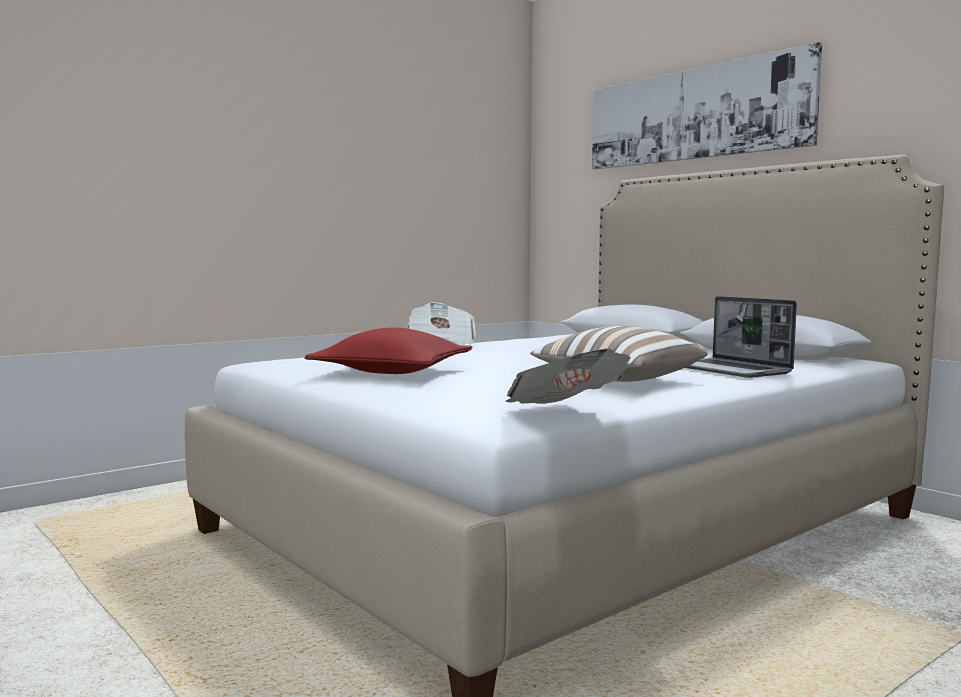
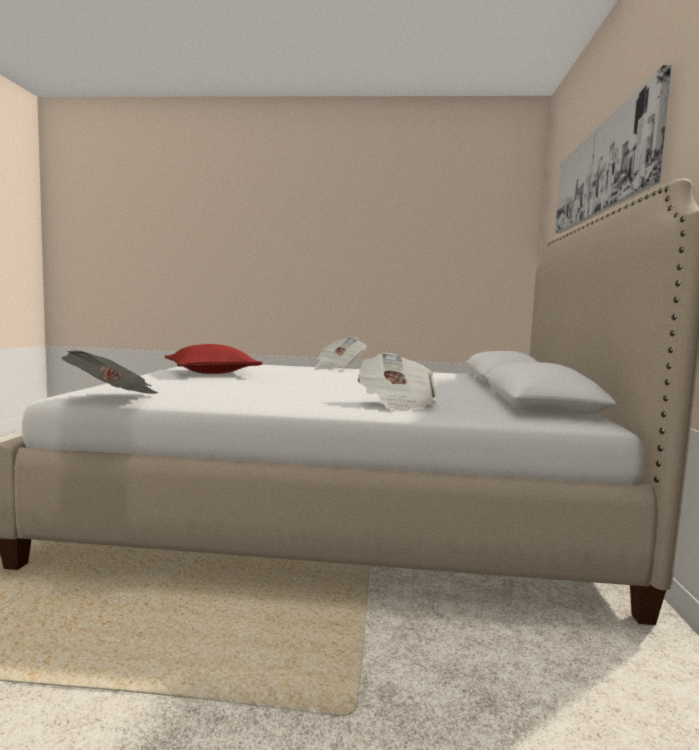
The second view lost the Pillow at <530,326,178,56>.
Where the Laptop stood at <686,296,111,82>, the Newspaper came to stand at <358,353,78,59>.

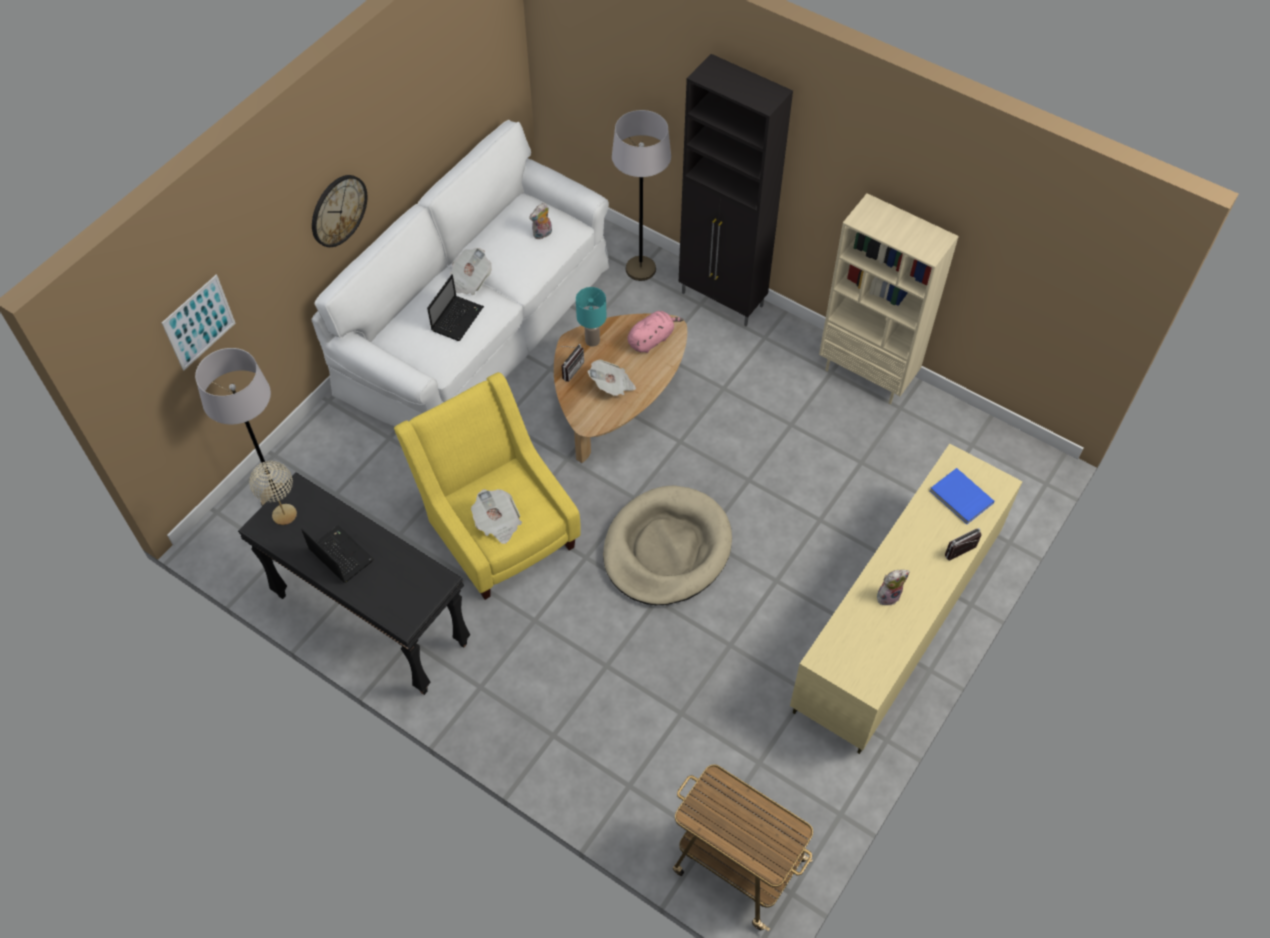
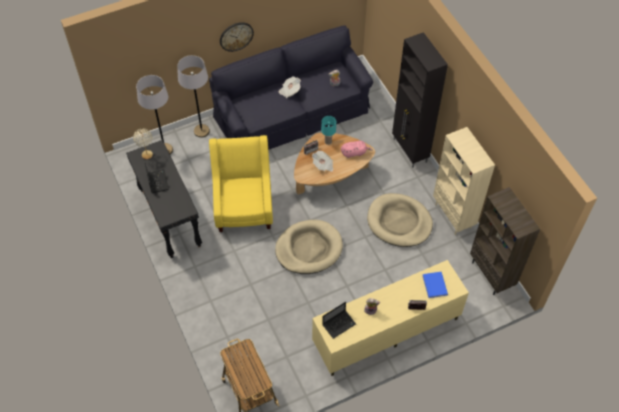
The second view lost the Picture at <162,275,73,95>.
The second view lost the Newspaper at <471,489,51,55>.
The second view gained the BeigeDogBed at <367,193,66,54>.
The second view gained the BrownBookcase at <470,187,70,108>.
The Laptop ended up elsewhere, having gone from <427,274,57,67> to <322,302,34,37>.
The GreyFloorLamp ended up elsewhere, having gone from <612,110,59,171> to <177,55,33,83>.
What was the WhiteSofa at <312,120,297,306> turned into the BlackSofa at <209,25,164,125>.

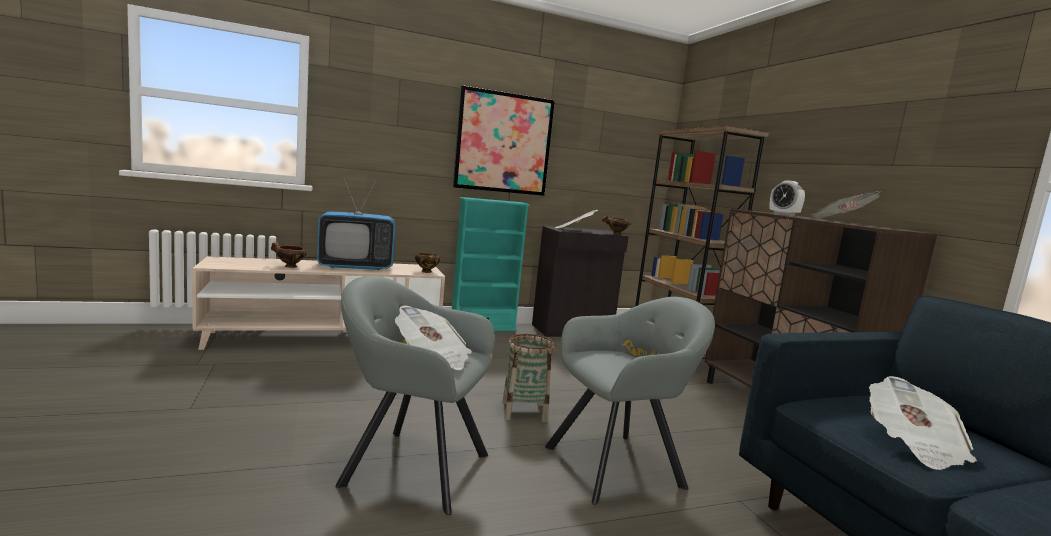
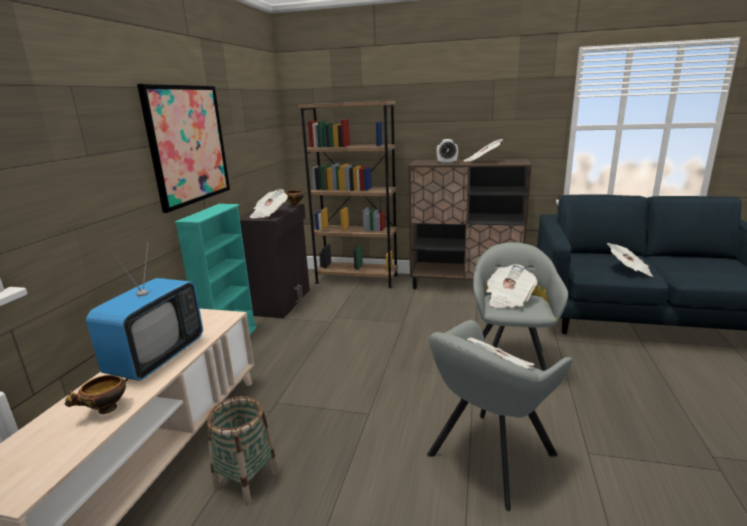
The second view lost the Bowl at <415,253,25,20>.
The second view gained the Newspaper at <487,264,50,44>.
The Basket ended up elsewhere, having gone from <502,334,53,88> to <207,396,71,109>.

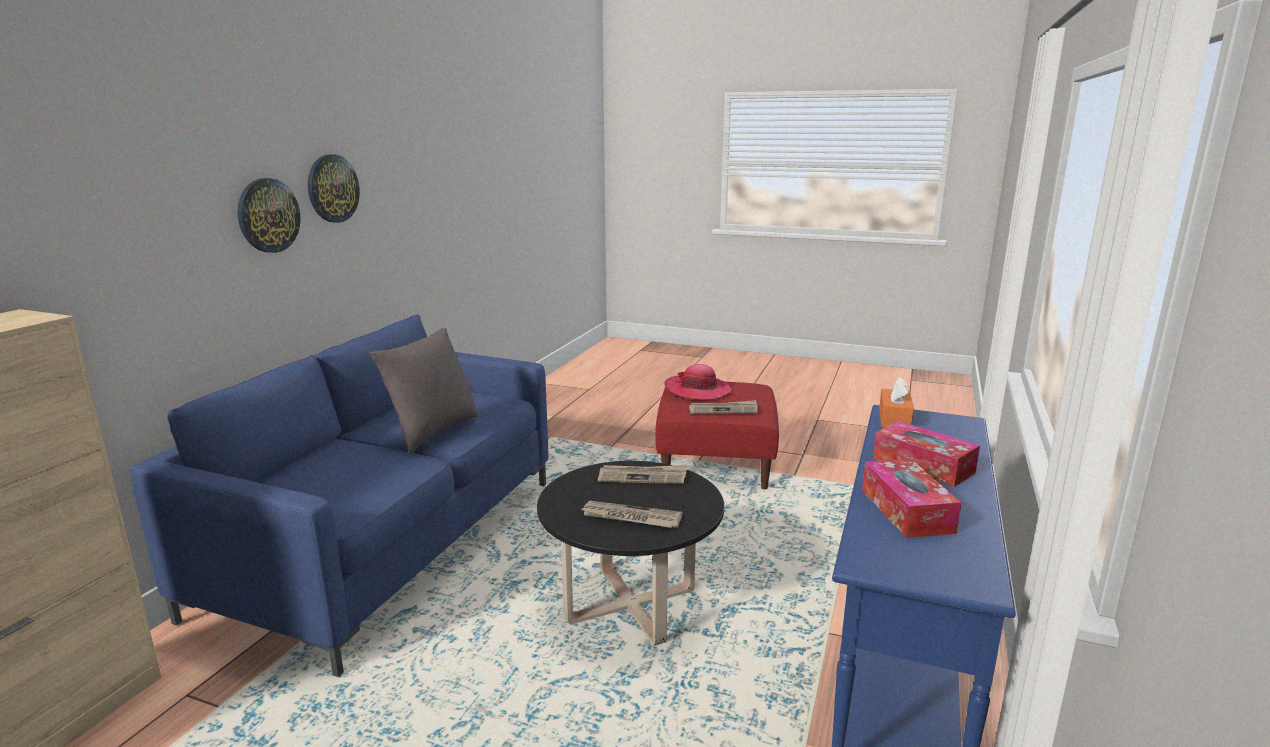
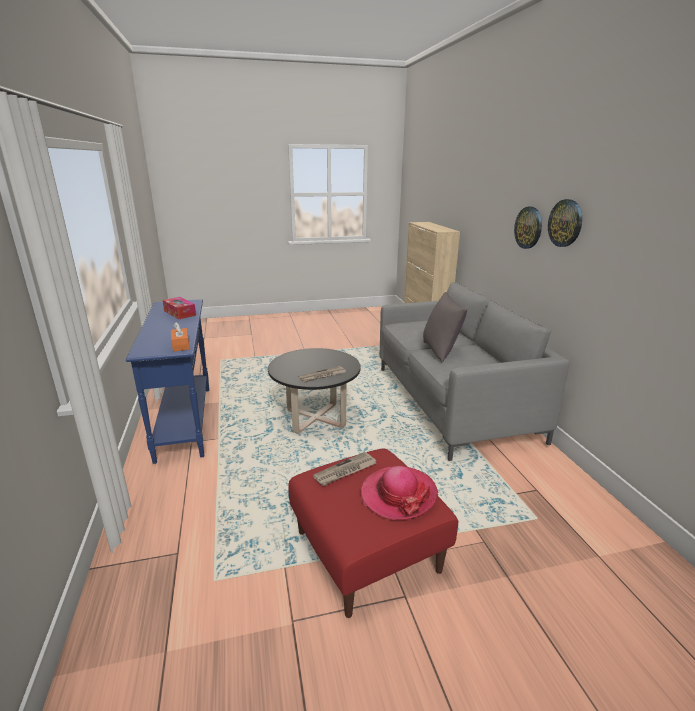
The second view lost the Newspaper at <581,501,101,27>.
The second view lost the TissueBox at <873,421,107,66>.
What was the BlueSofa at <130,315,418,362> turned into the GreySofa at <380,282,189,179>.

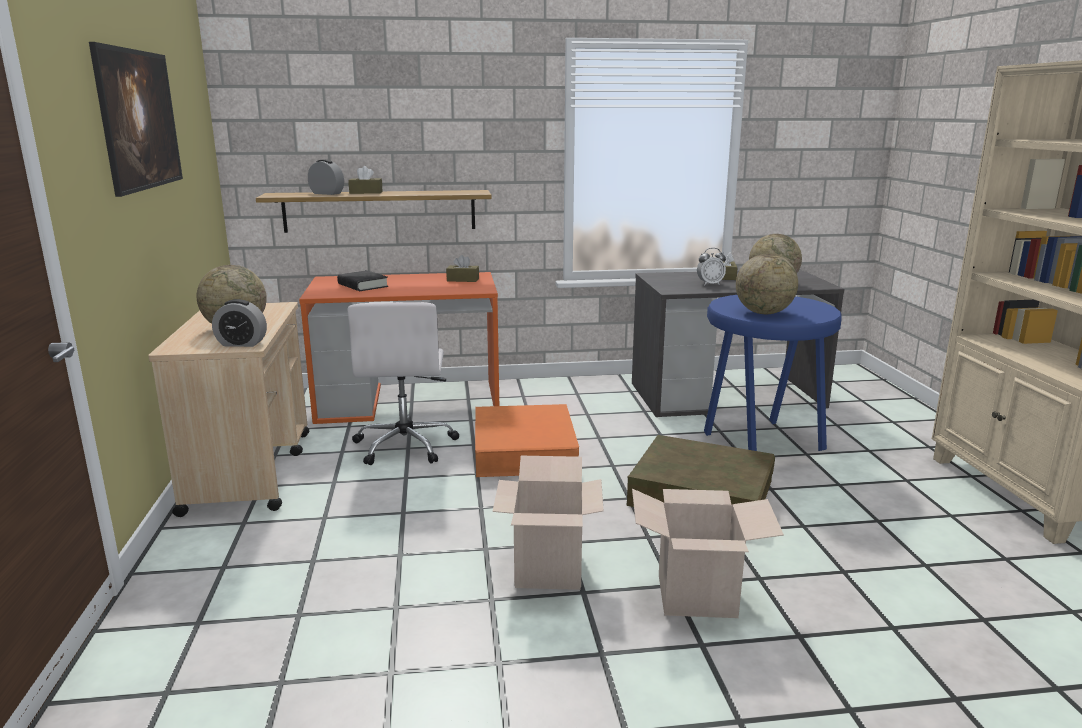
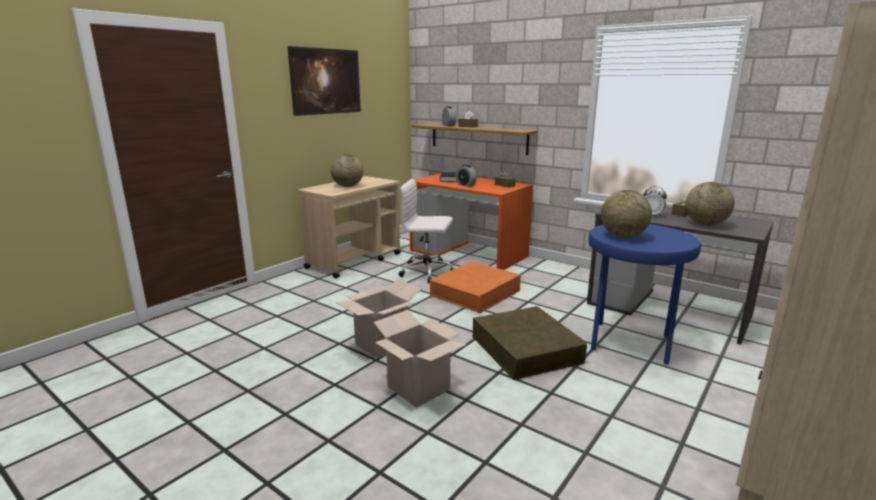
The AlarmClock ended up elsewhere, having gone from <212,299,55,48> to <456,165,21,22>.
The WhiteOfficeChair at <347,302,112,163> ended up facing another way, 60 degrees clockwise from before.

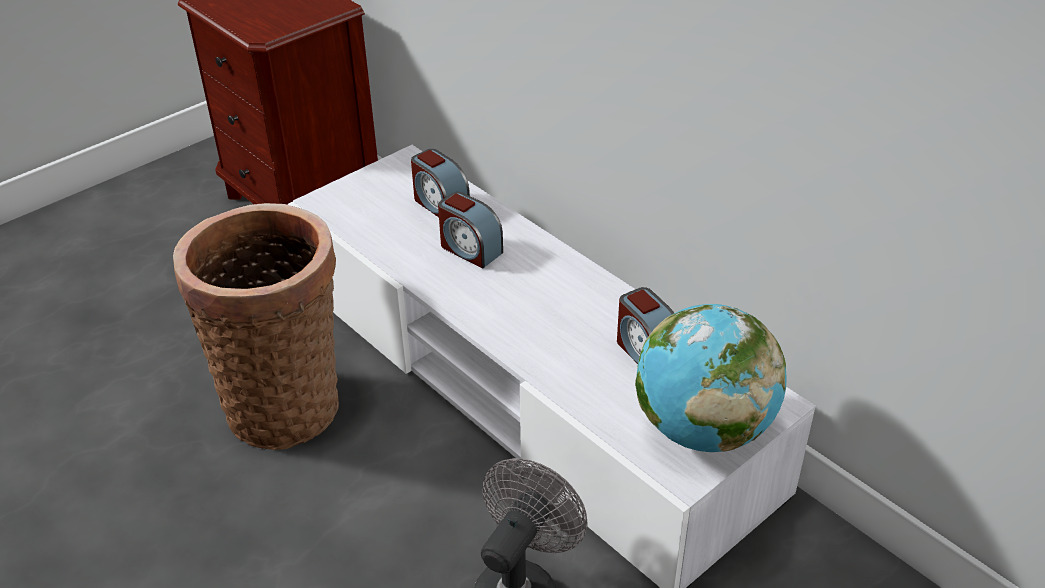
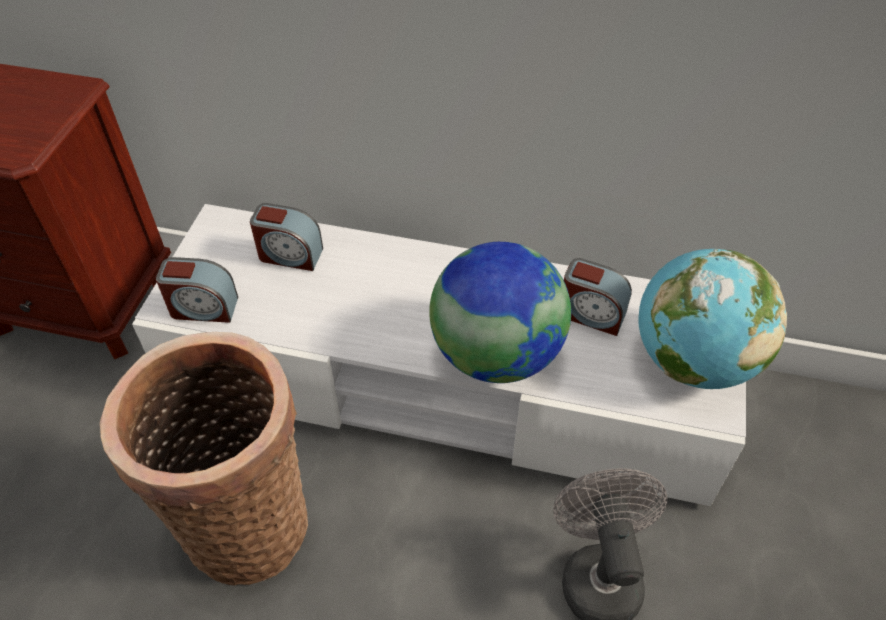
The second view gained the Globe at <429,242,142,141>.
The AlarmClock ended up elsewhere, having gone from <438,192,65,77> to <156,257,82,66>.

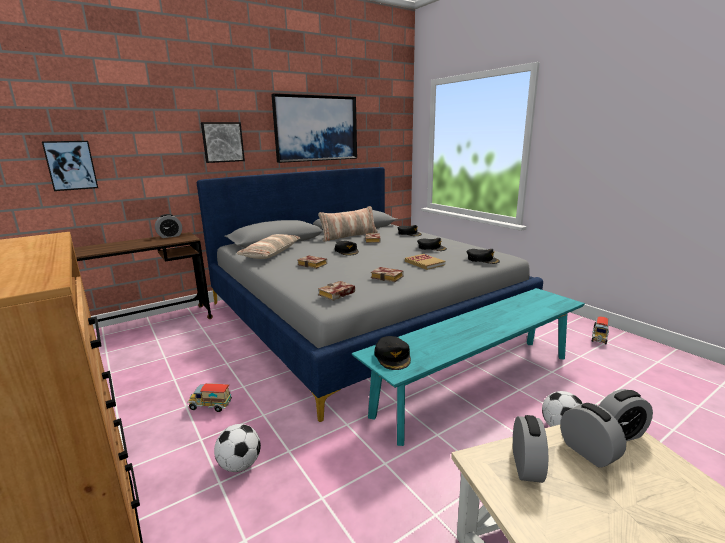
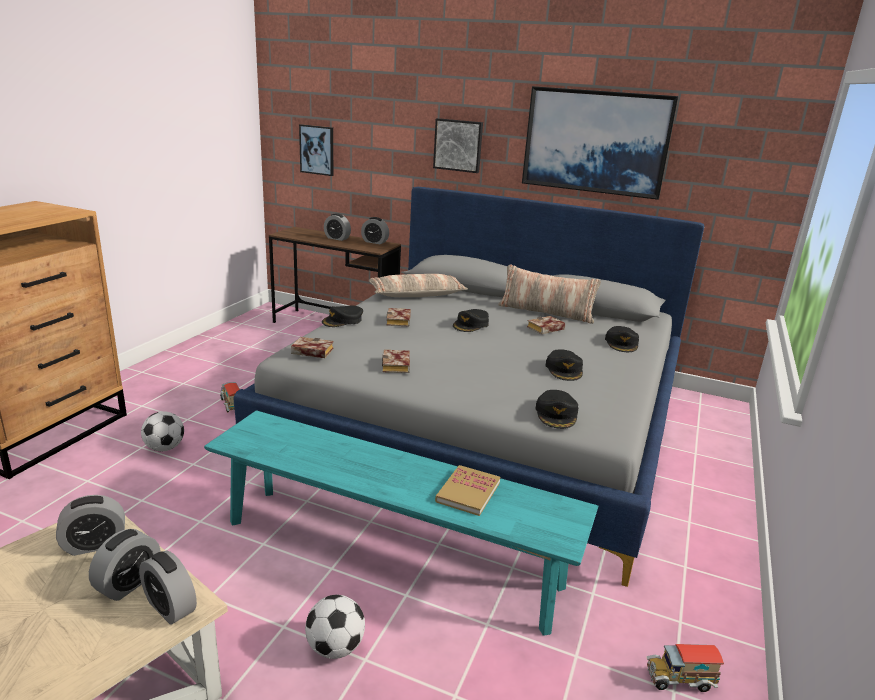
The second view gained the AlarmClock at <324,213,27,28>.
The BlackCap ended up elsewhere, having gone from <374,336,37,34> to <322,305,41,22>.
The Book ended up elsewhere, having gone from <405,254,40,16> to <435,465,65,51>.

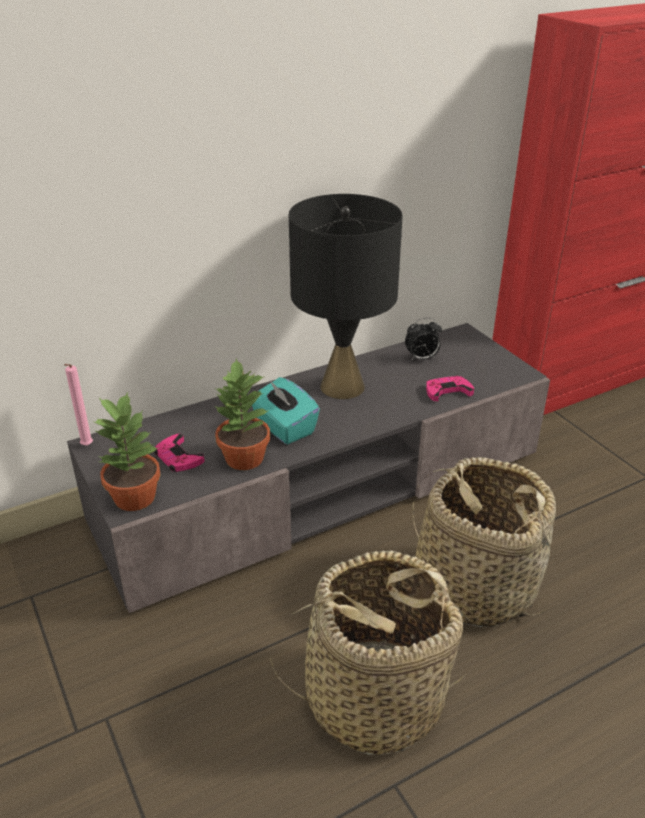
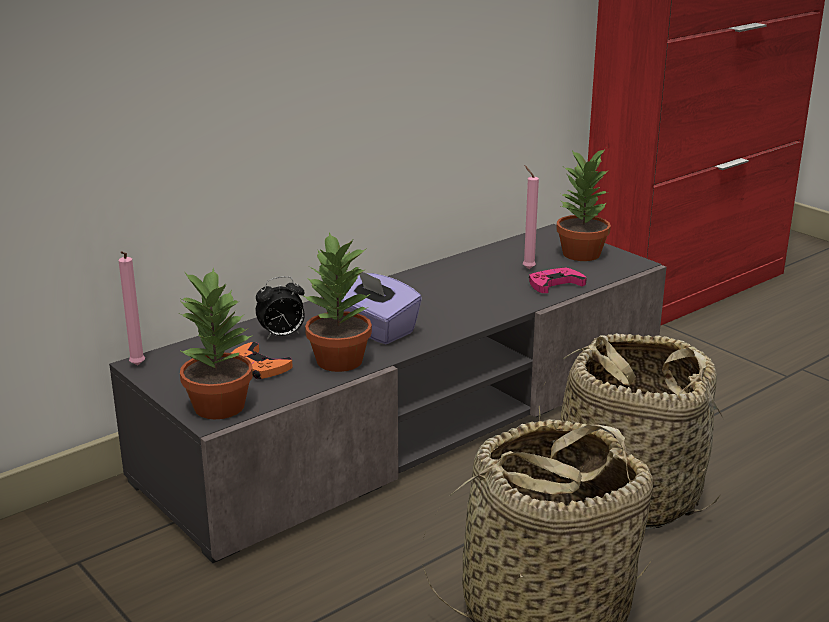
The second view lost the BlackTableLamp at <289,194,114,205>.
The second view gained the PinkCandle at <523,165,16,104>.
The second view gained the PottedPlant at <556,148,55,113>.
The AlarmClock ended up elsewhere, having gone from <405,318,37,43> to <256,276,49,64>.
What was the PinkGameController at <154,434,51,38> turned into the OrangeGameController at <231,342,62,37>.
What was the TurquoiseTissueBox at <252,377,68,68> turned into the PurpleTissueBox at <341,272,81,72>.

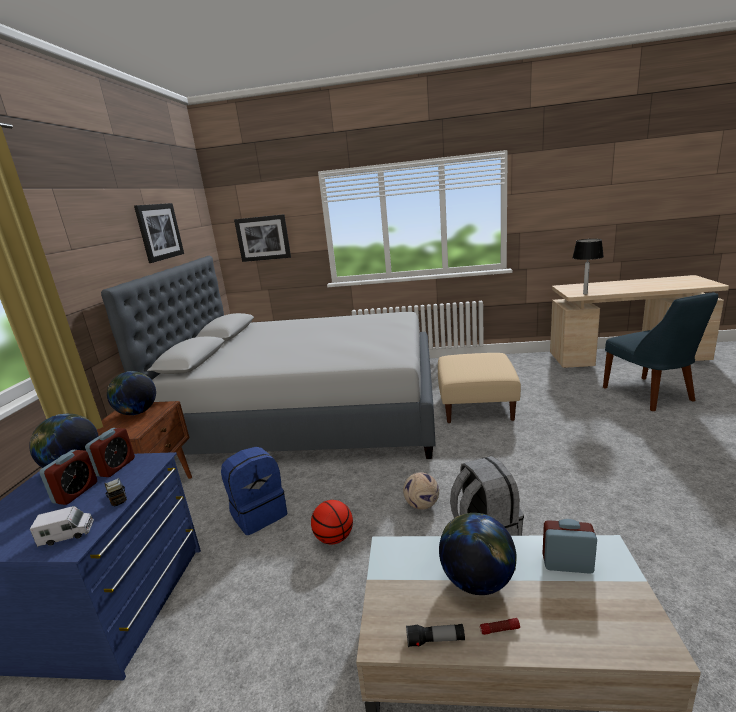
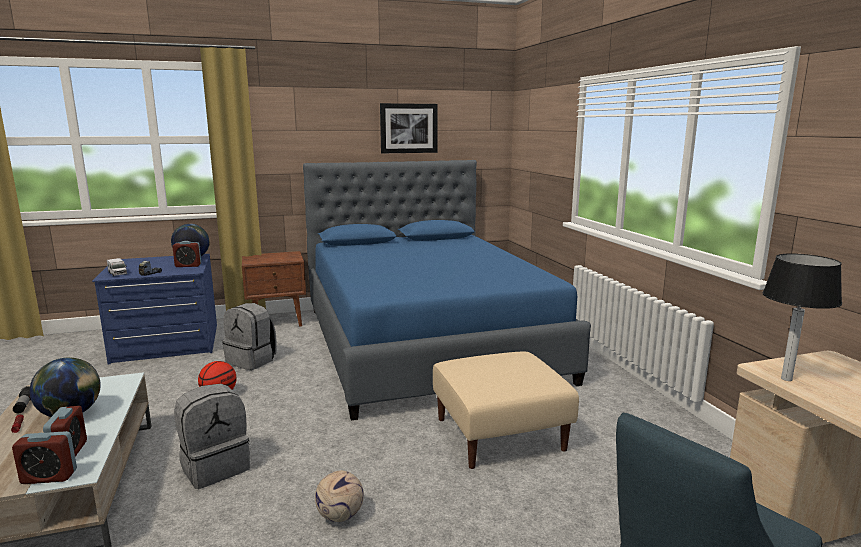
The second view lost the Globe at <107,371,49,44>.
The second view lost the Picture at <234,214,57,48>.
The AlarmClock ended up elsewhere, having gone from <39,450,58,55> to <12,431,65,53>.
The Football ended up elsewhere, having gone from <403,472,36,38> to <315,470,49,52>.
What was the GreyBed at <101,256,335,203> turned into the BlueBed at <303,160,288,261>.
What was the BlueBackpack at <221,447,66,88> turned into the GreyBackpack at <222,303,55,67>.

